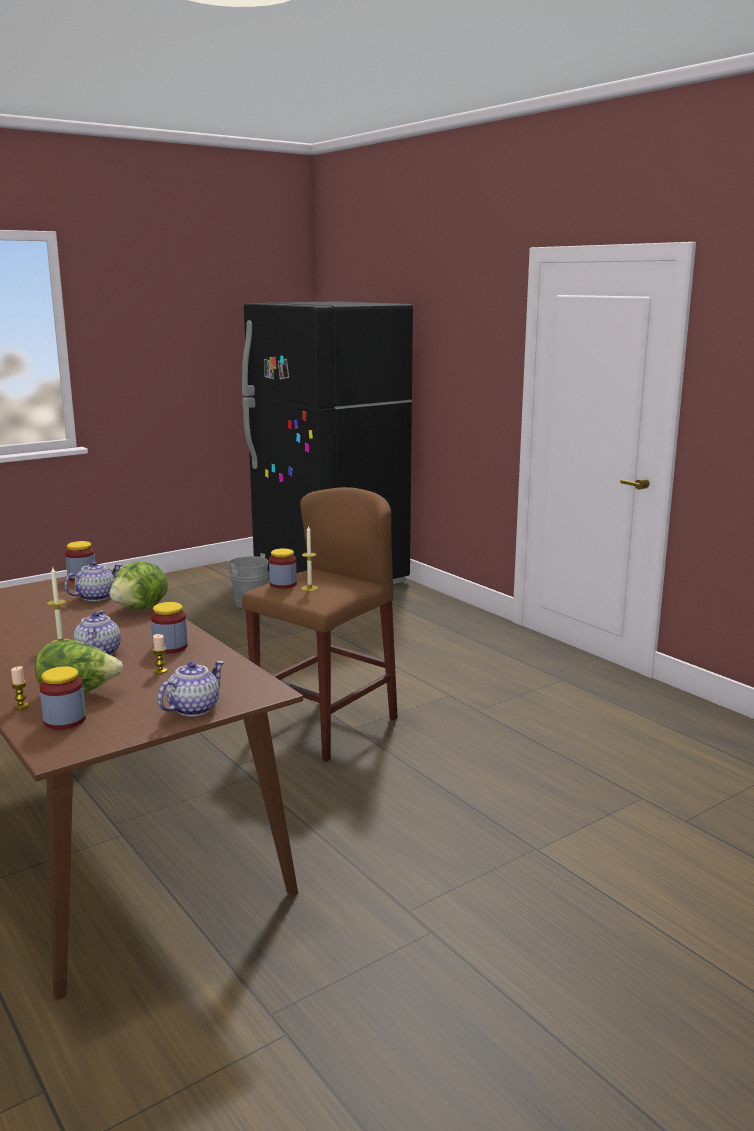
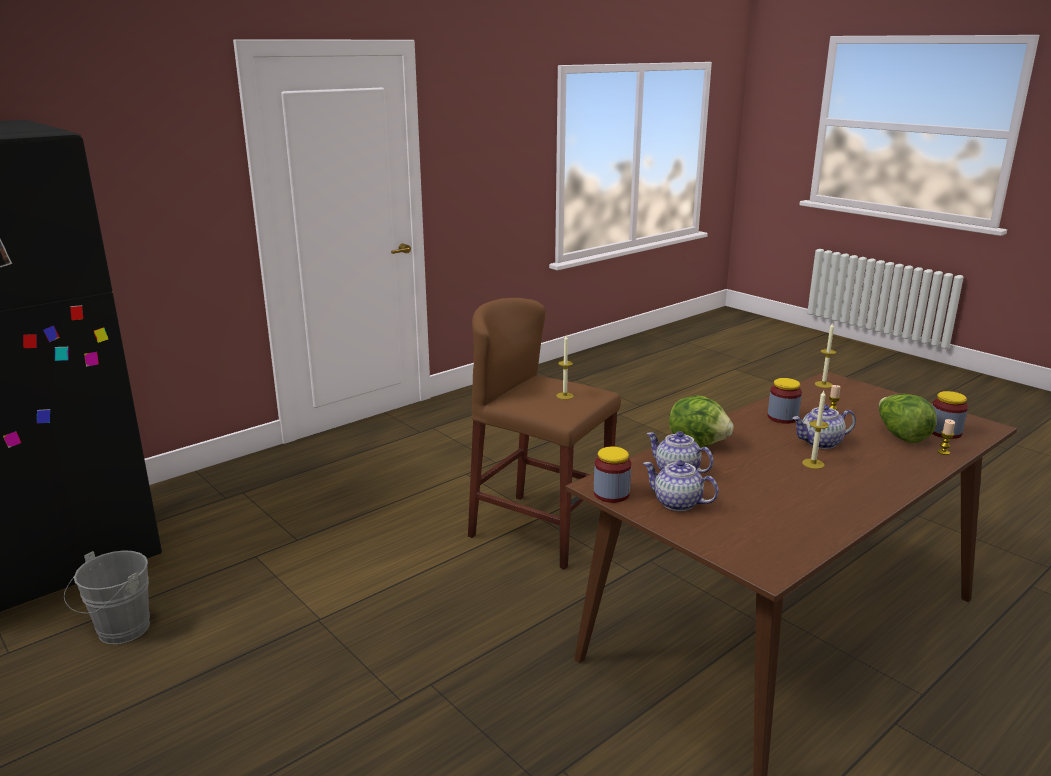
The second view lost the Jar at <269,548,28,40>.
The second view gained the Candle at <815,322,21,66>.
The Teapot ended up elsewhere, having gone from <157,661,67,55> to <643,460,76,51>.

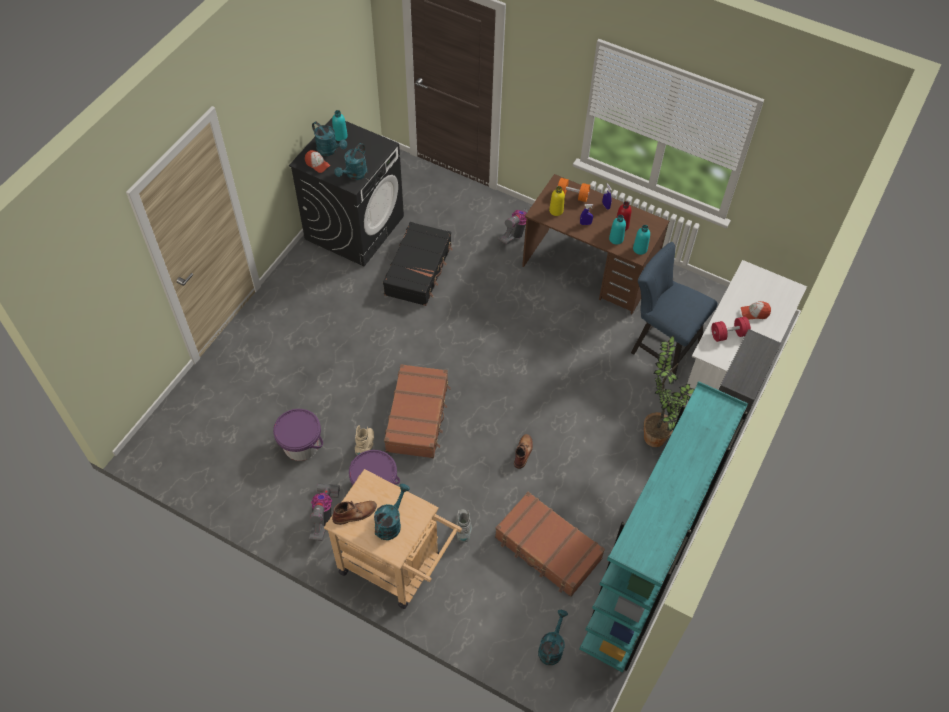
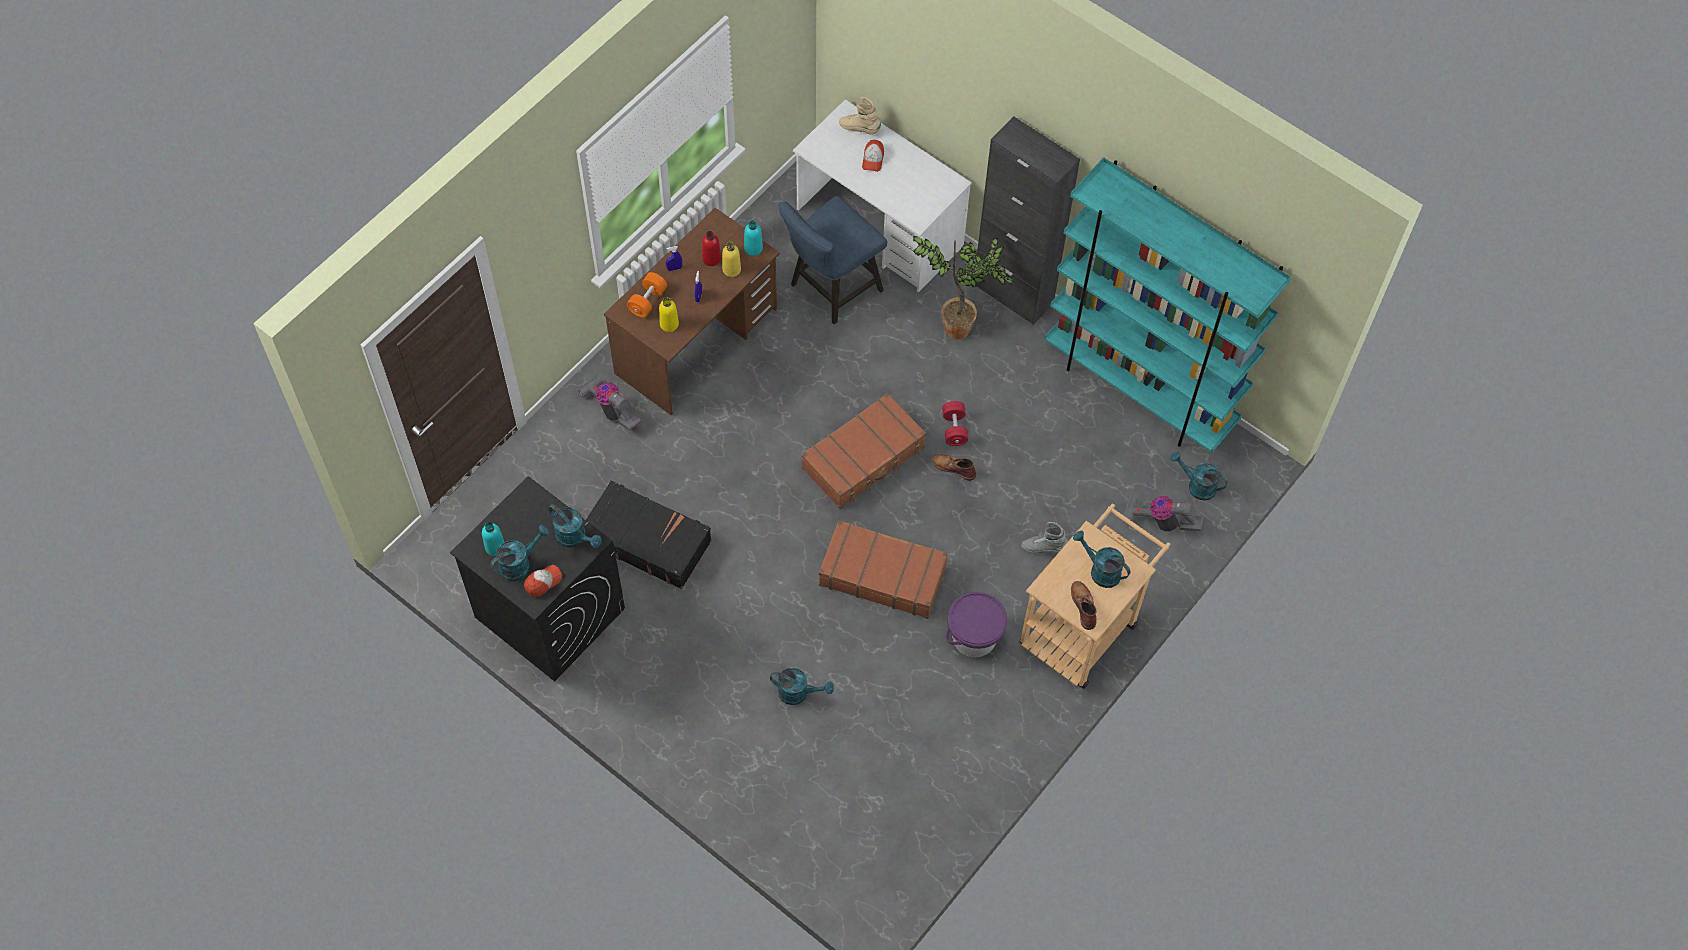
The second view lost the PurpleBucket at <273,409,50,52>.
The second view gained the TurquoiseWateringCan at <770,668,64,37>.
The VacuumCleaner ended up elsewhere, having gone from <309,483,31,58> to <1124,496,80,36>.
The BeigeBoot ended up elsewhere, having gone from <355,425,19,30> to <839,97,42,37>.
The BrownSuitcase ended up elsewhere, having gone from <495,492,110,105> to <802,393,124,116>.
The RedDumbbell ended up elsewhere, having gone from <711,317,40,25> to <942,401,26,45>.
What was the TurquoiseBottle at <609,215,17,30> turned into the YellowBottle at <722,242,19,35>.

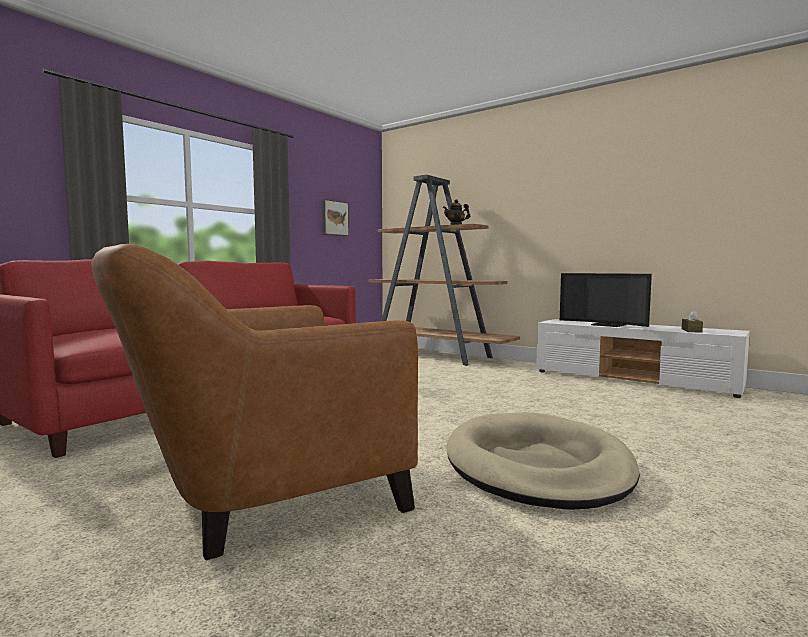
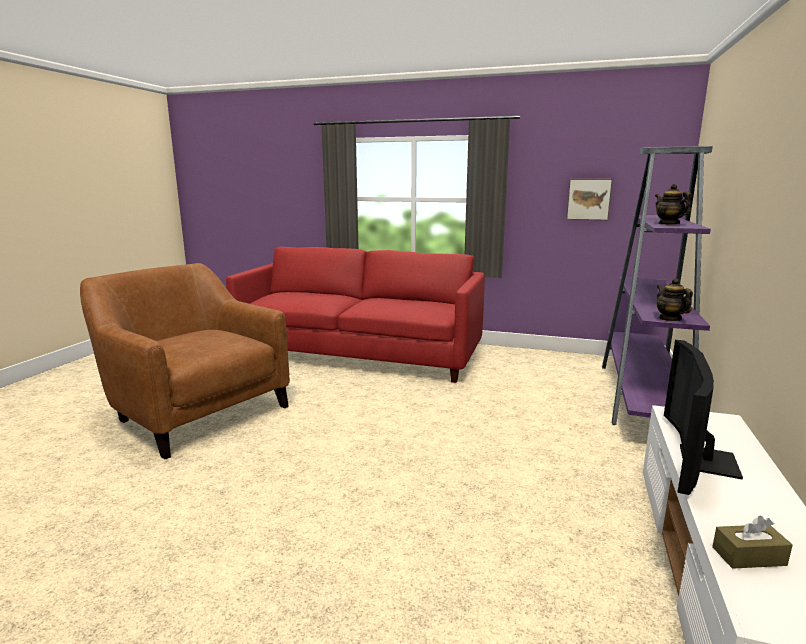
The second view lost the BeigeDogBed at <447,412,193,98>.
The second view gained the Teapot at <656,278,37,43>.
What was the BrownBookcase at <368,175,152,191> turned into the PurpleBookcase at <602,146,111,279>.

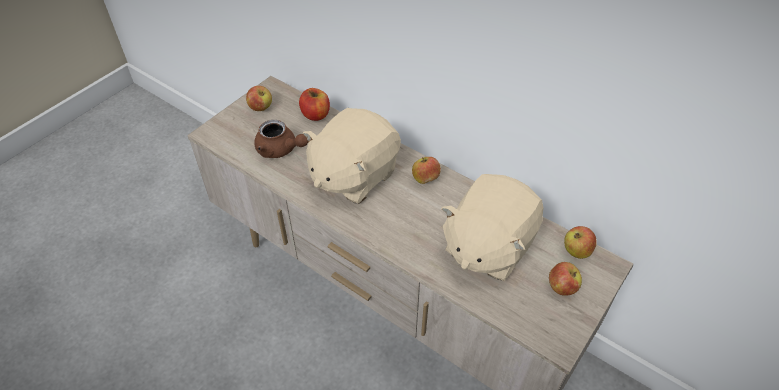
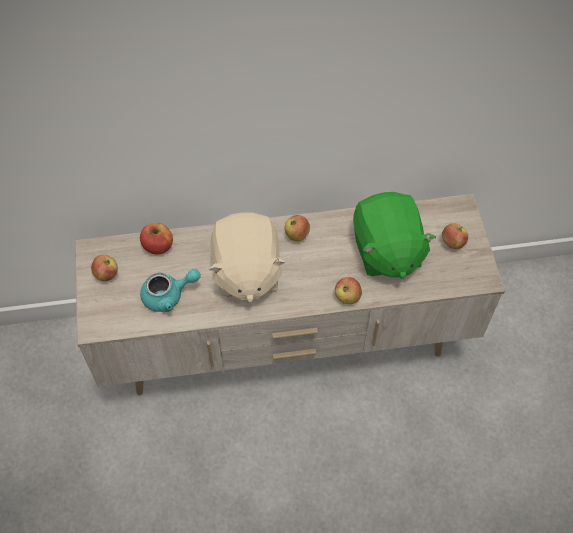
The Apple ended up elsewhere, having gone from <564,226,33,33> to <335,277,27,27>.
What was the BrownTeapot at <254,120,54,38> turned into the TurquoiseTeapot at <140,269,61,43>.
What was the BeigePlushToy at <441,174,102,107> turned into the GreenPlushToy at <353,192,83,87>.

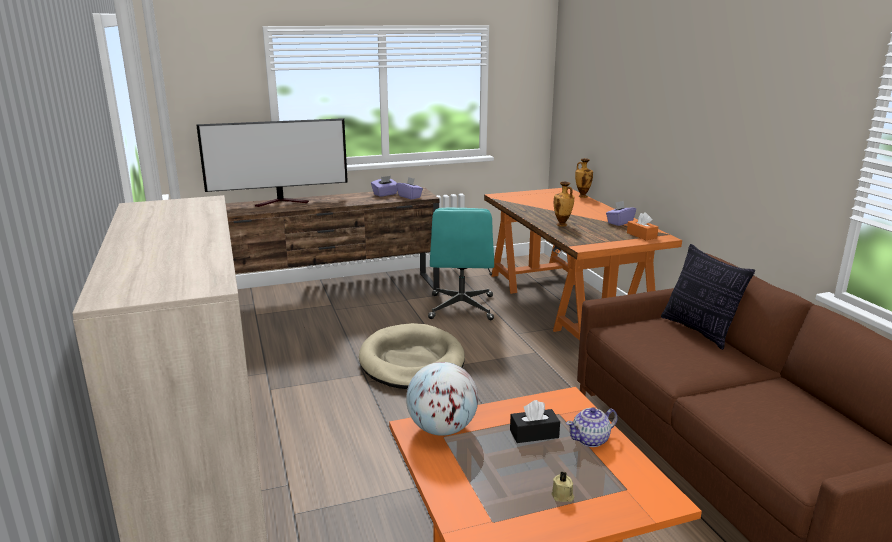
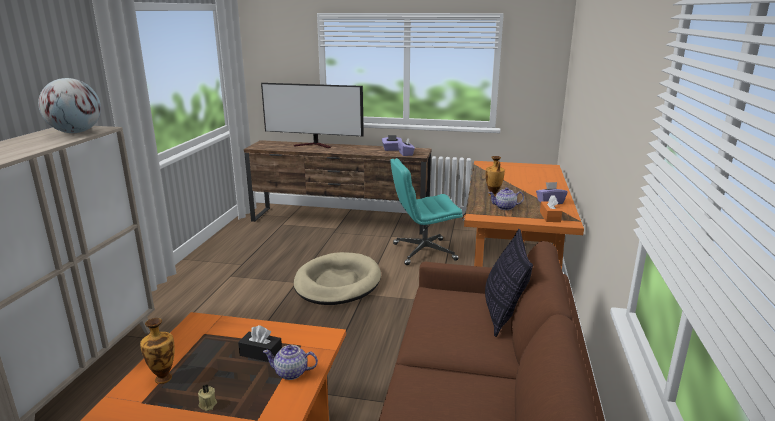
The second view gained the Teapot at <489,187,35,23>.
The Globe ended up elsewhere, having gone from <406,362,72,74> to <38,78,63,55>.
The Vase ended up elsewhere, having gone from <575,158,18,40> to <140,318,35,66>.
The TurquoiseOfficeChair at <428,207,66,113> ended up facing another way, 45 degrees clockwise from before.

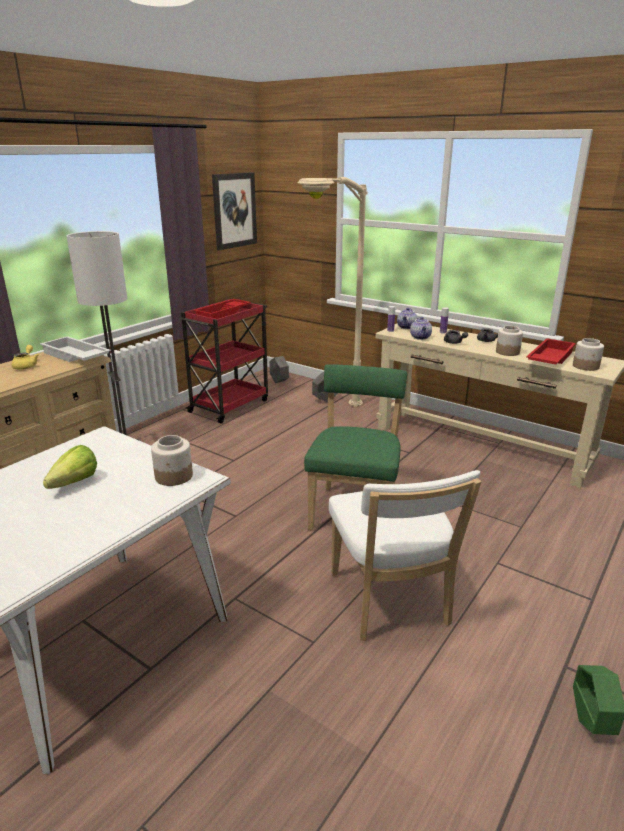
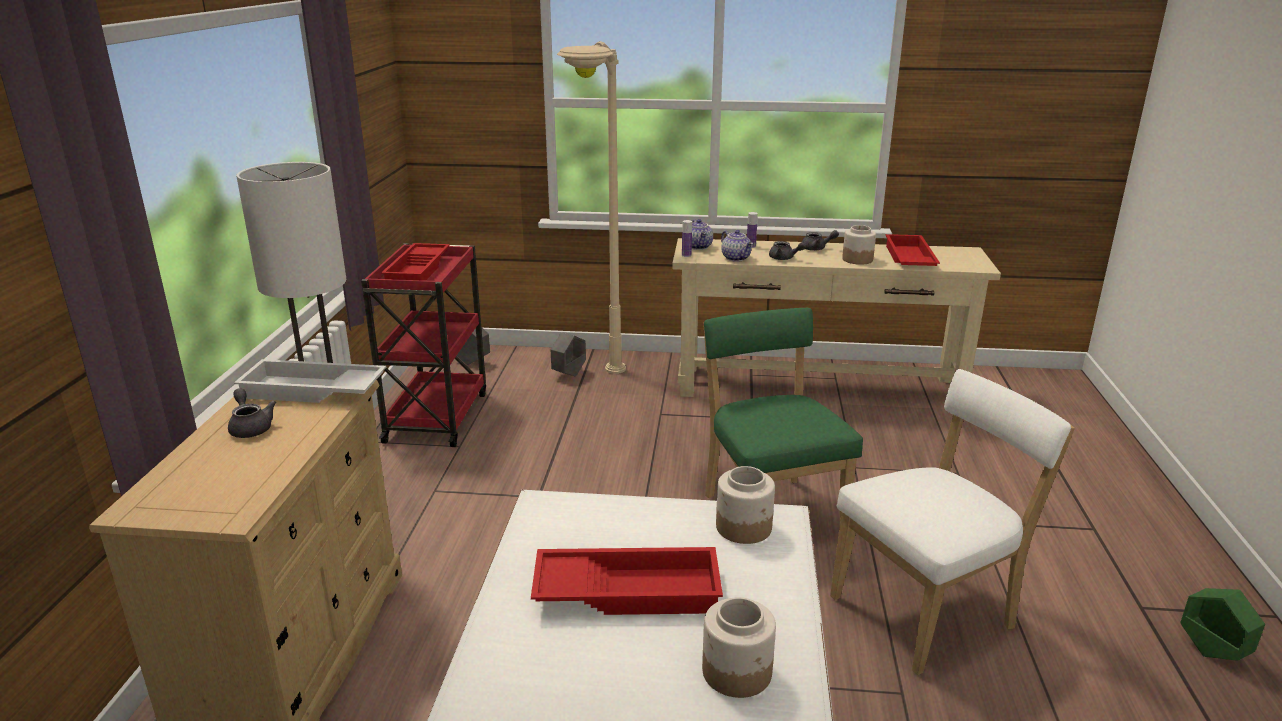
The second view lost the Picture at <212,172,45,78>.
The Jar ended up elsewhere, having gone from <573,338,31,33> to <702,597,74,101>.
Where the Lettuce stood at <43,445,54,44>, the RedTray came to stand at <531,547,192,68>.
What was the YellowTeapot at <12,345,27,25> turned into the GreyTeapot at <228,388,48,50>.
The WhiteChair at <329,470,153,171> ended up facing another way, 75 degrees counterclockwise from before.

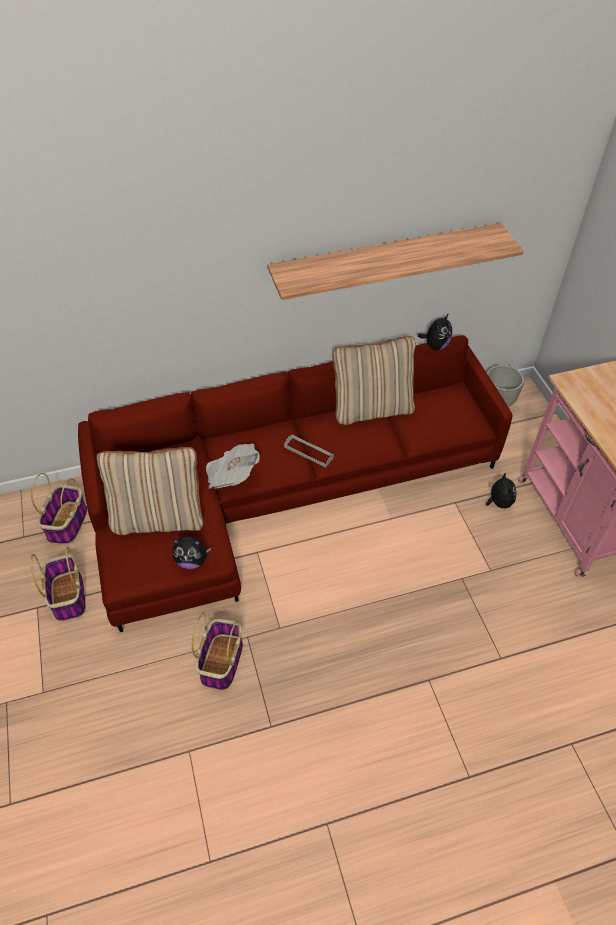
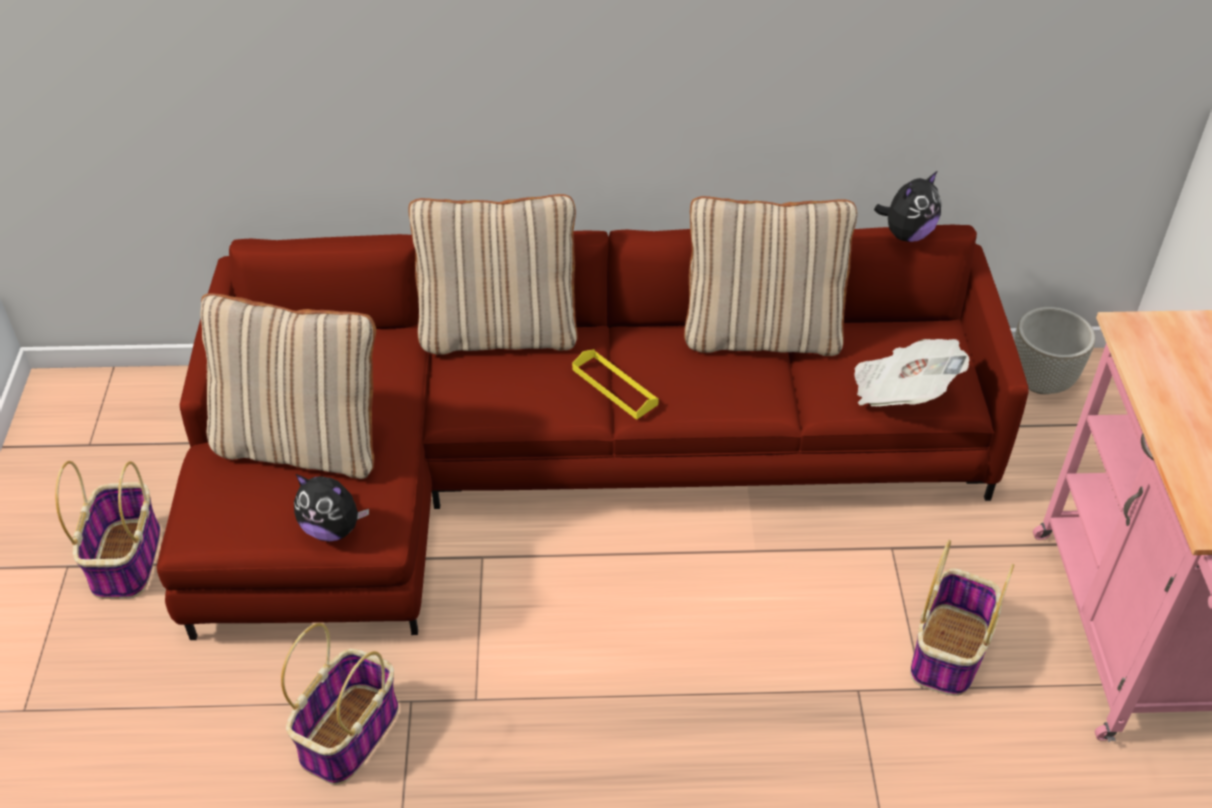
The second view lost the Shelf at <267,223,257,77>.
The second view lost the PlushToy at <486,472,31,36>.
The second view gained the BeigePillow at <408,194,170,161>.
The Basket ended up elsewhere, having gone from <31,473,57,72> to <910,540,104,156>.
The Newspaper ended up elsewhere, having gone from <206,444,54,45> to <854,339,115,67>.
What was the GreyTray at <284,434,50,33> turned into the YellowTray at <572,349,87,71>.

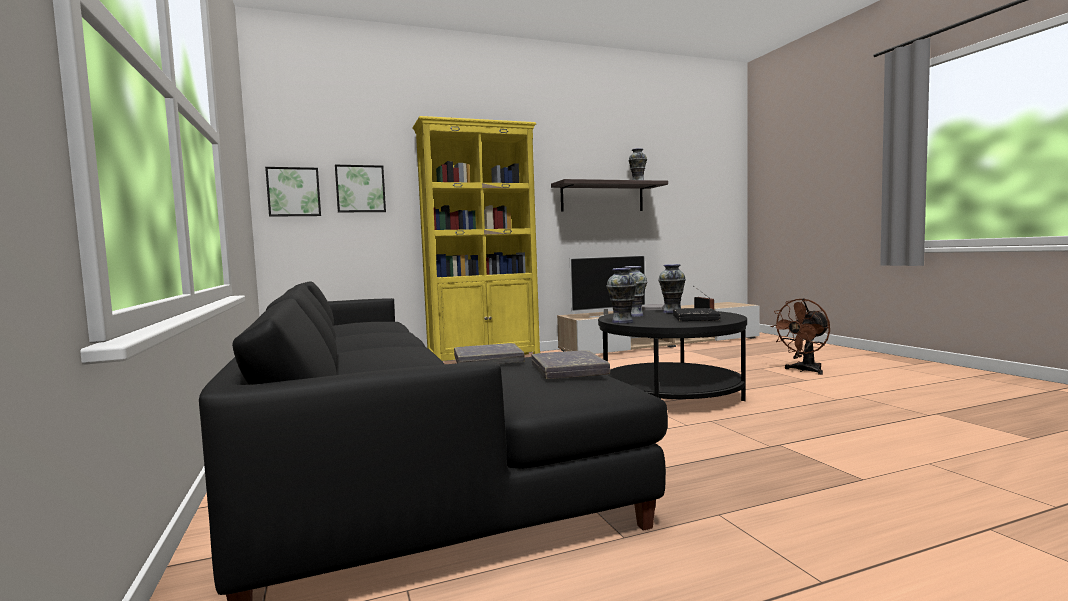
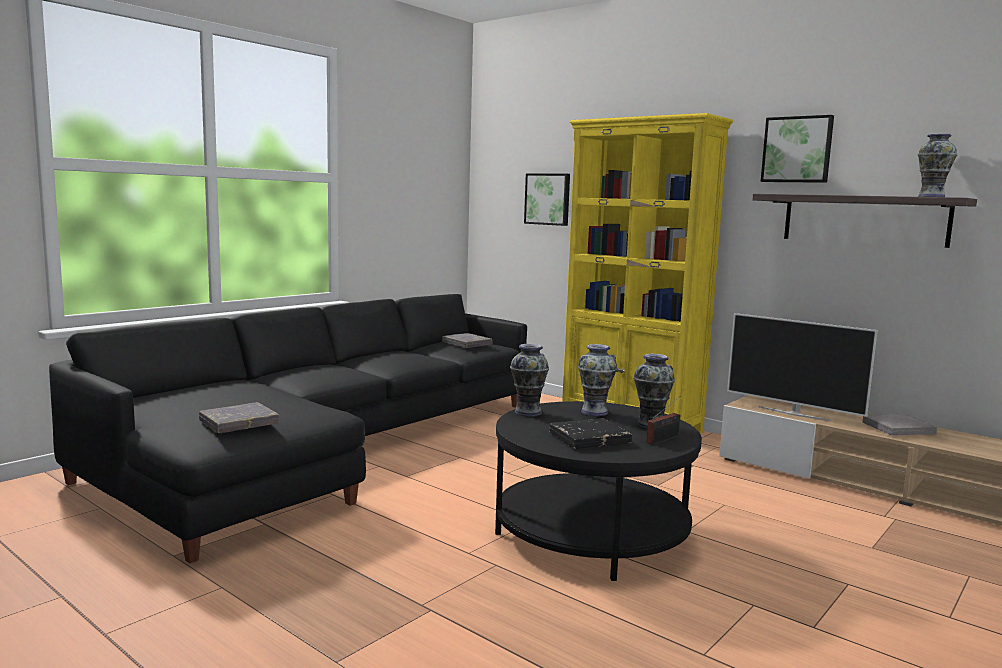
The second view lost the BrownFan at <770,298,60,77>.
The Picture ended up elsewhere, having gone from <265,167,56,50> to <761,115,73,68>.
The GreyBook ended up elsewhere, having gone from <454,343,71,21> to <442,333,50,15>.

